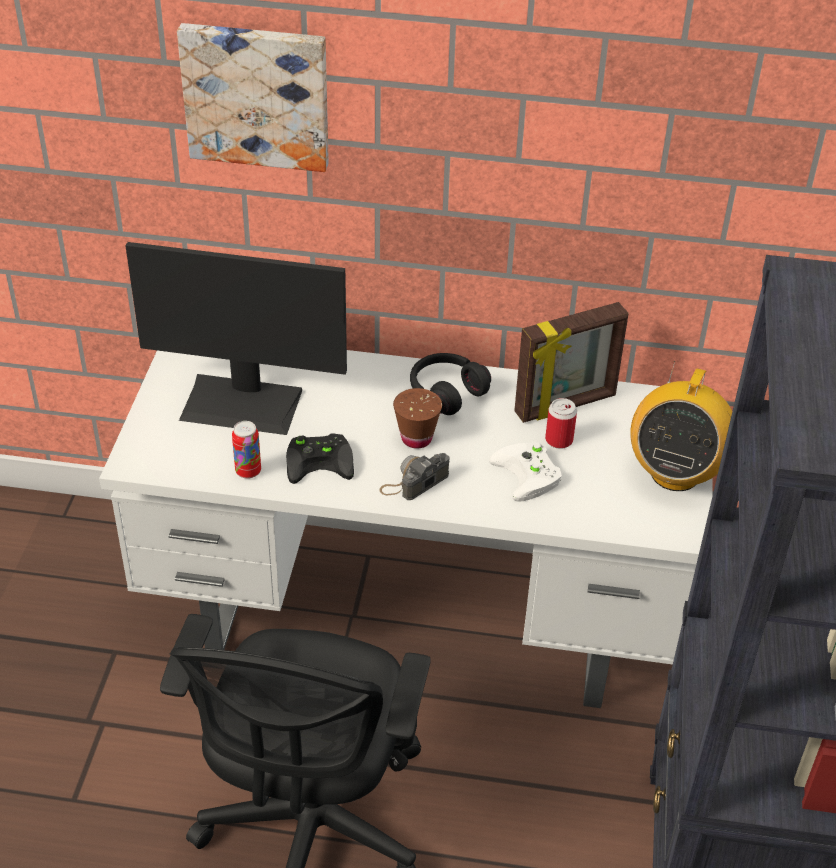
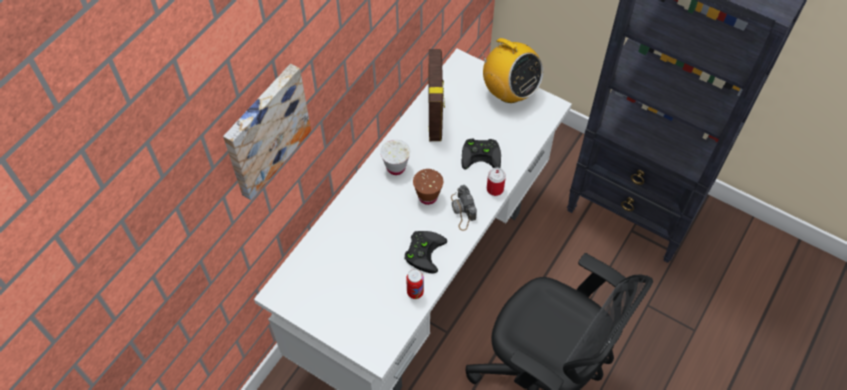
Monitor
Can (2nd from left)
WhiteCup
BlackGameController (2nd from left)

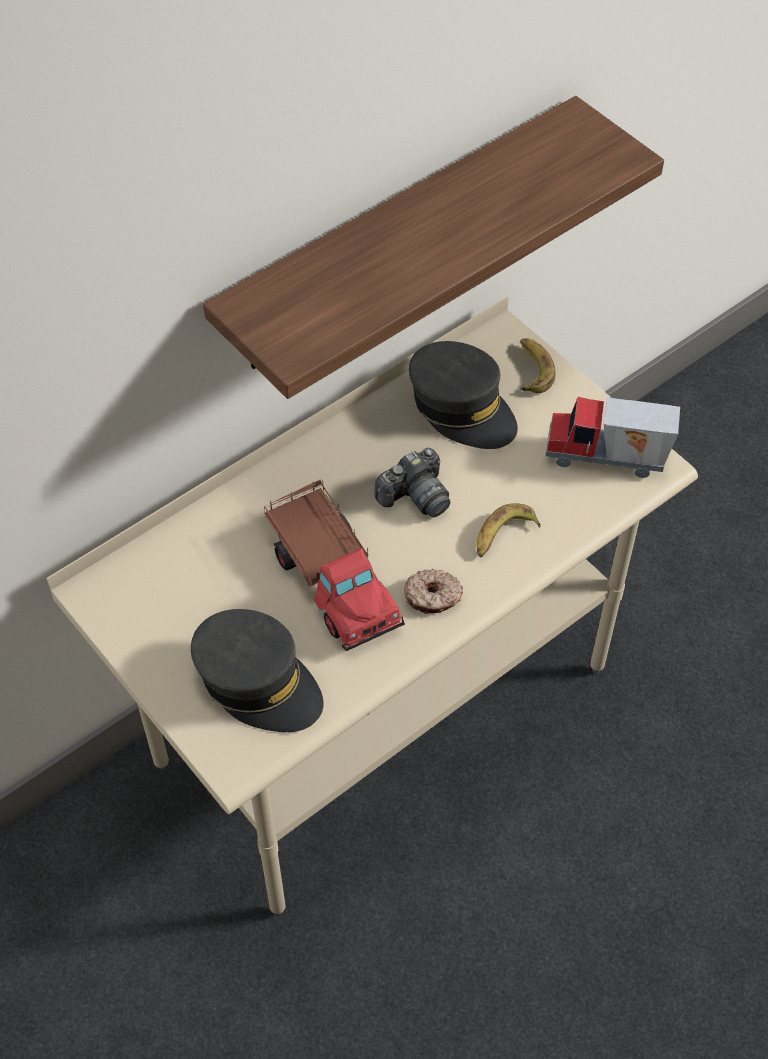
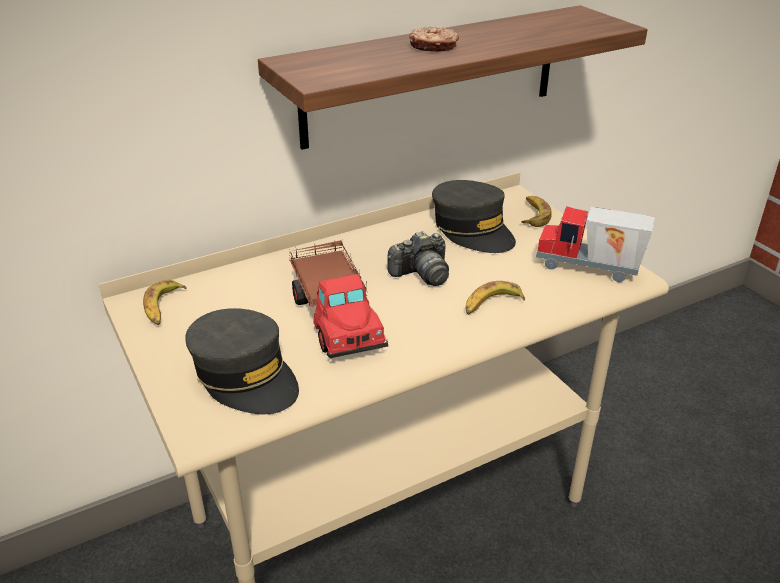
Banana (1st from left)
Donut

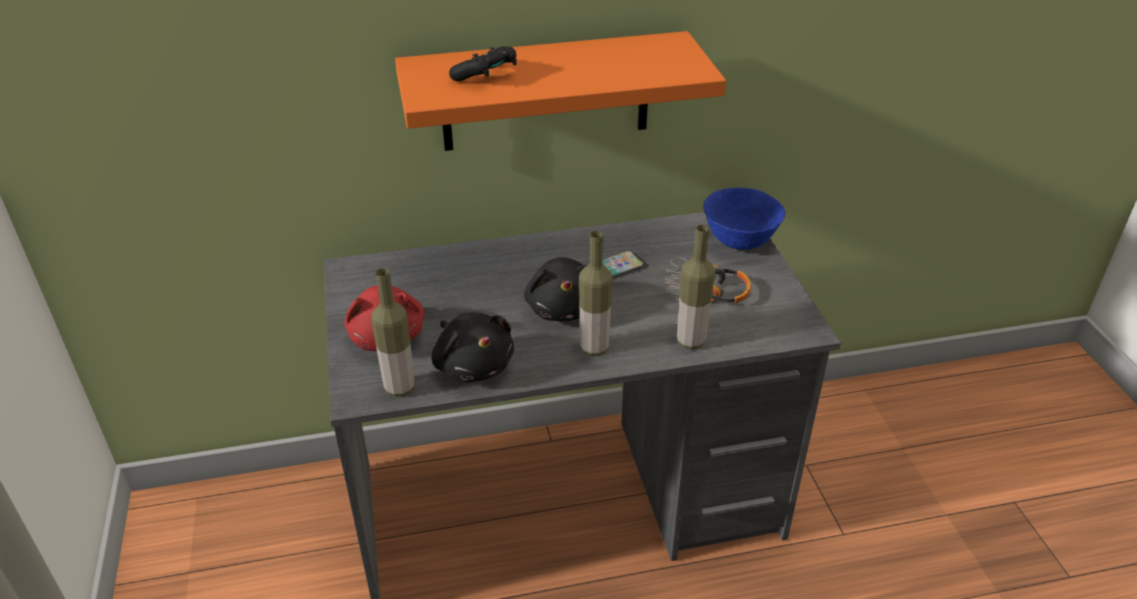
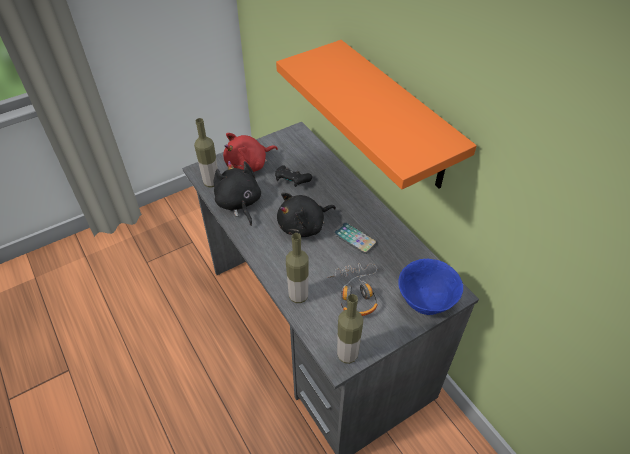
BlackGameController
Bottle (3rd from left)
BlackPlushToy (1st from left)

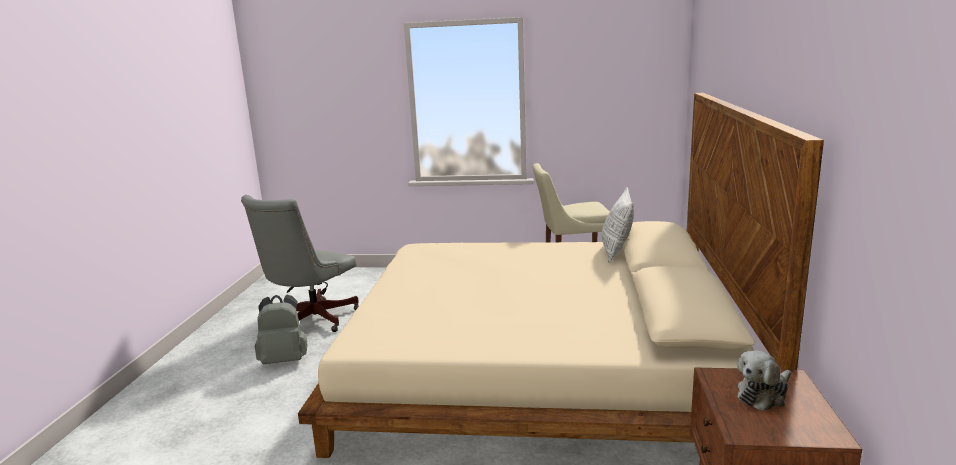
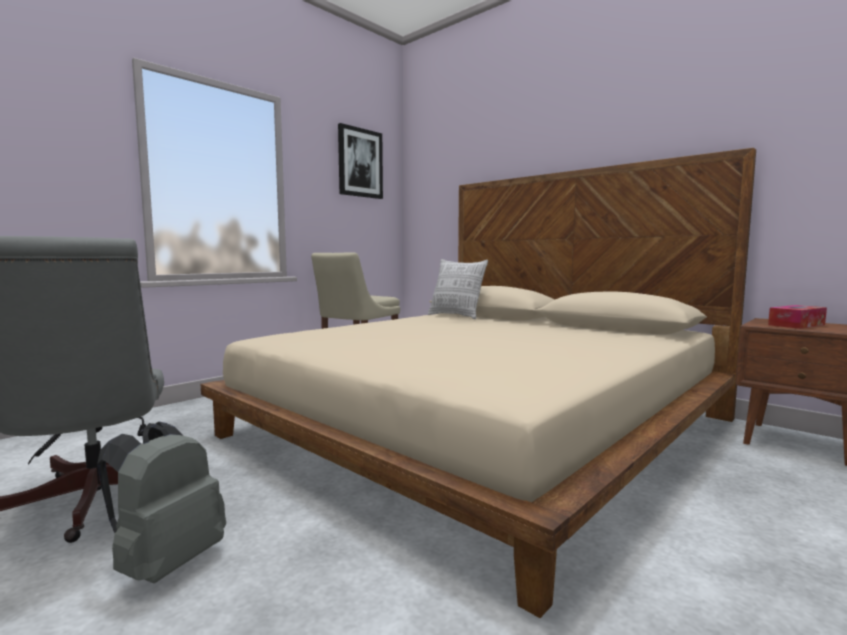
Picture
TissueBox

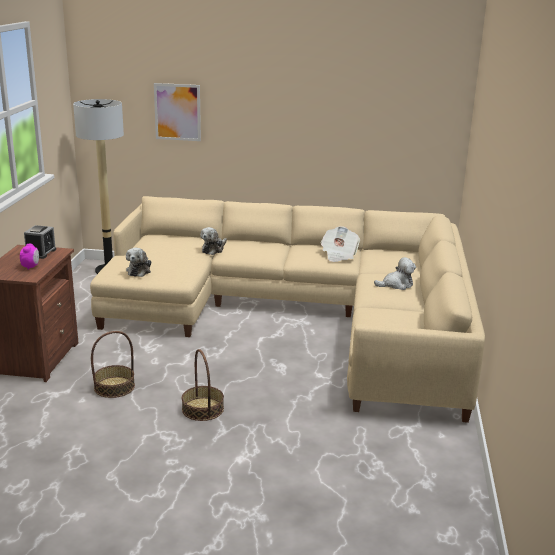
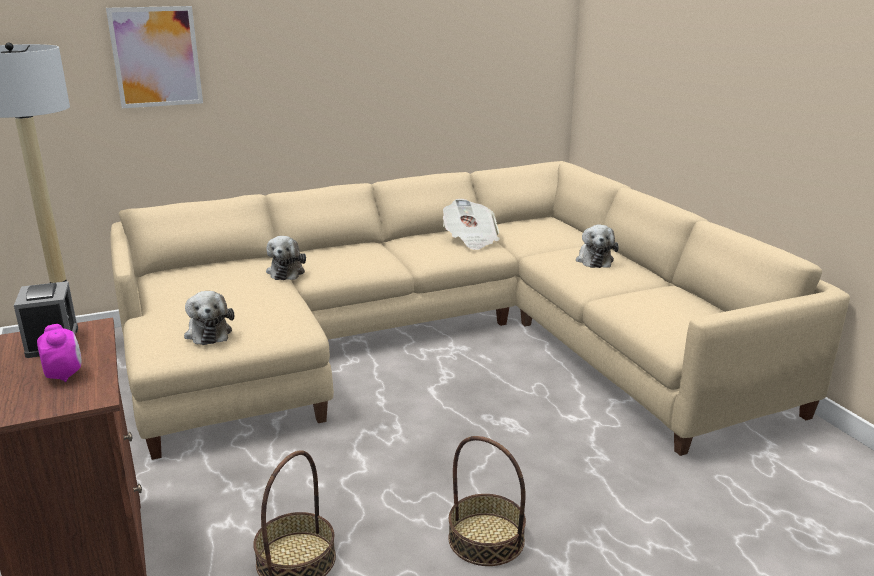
PlushToy (3rd from left)

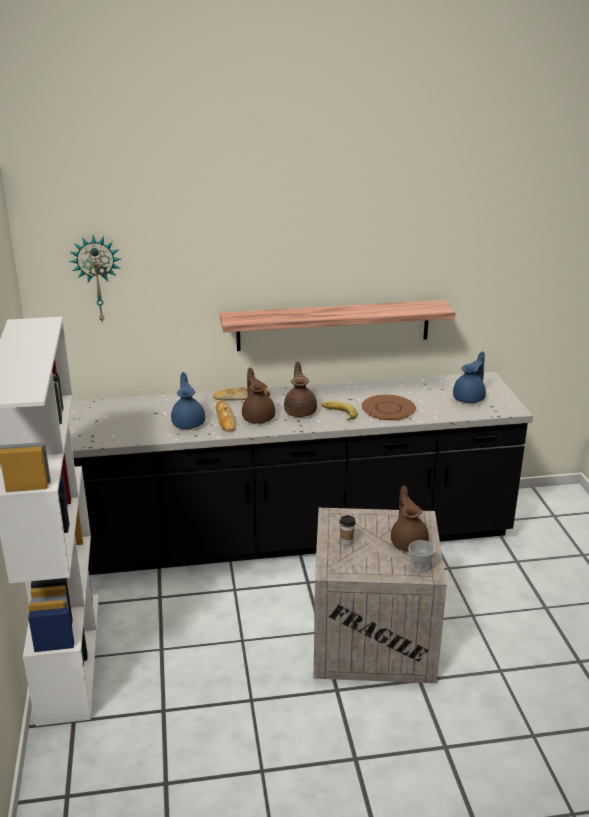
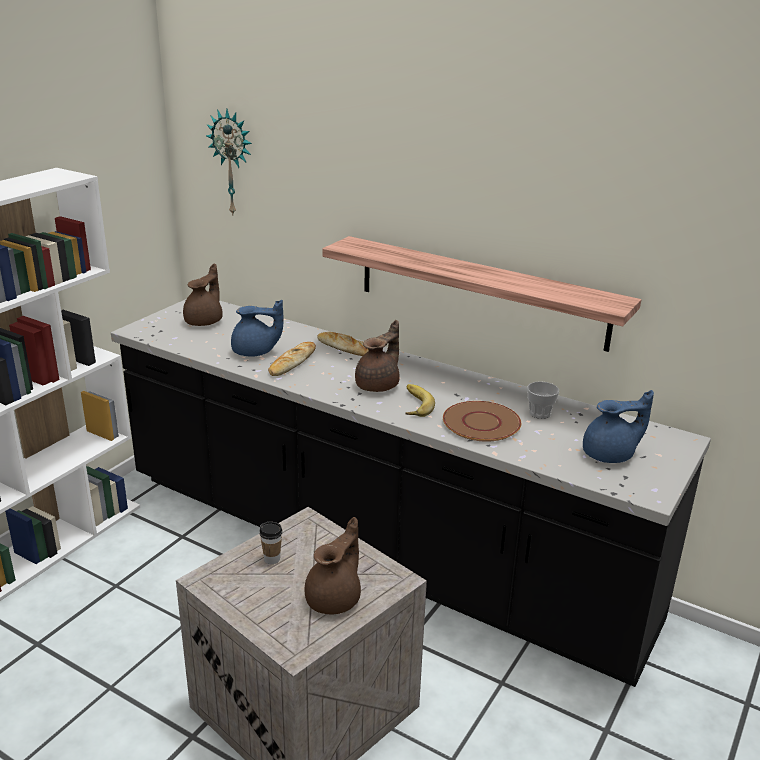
BrownTeapot (1st from left)
Cup (2nd from left)
BlueTeapot (1st from left)

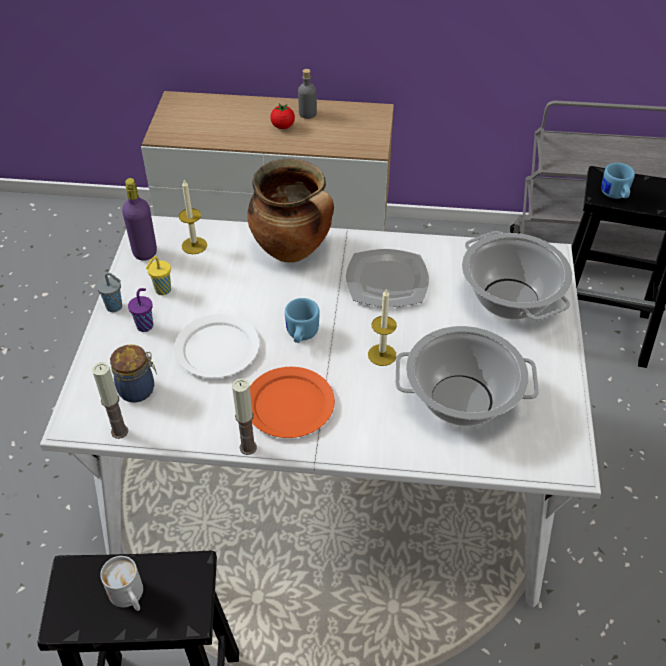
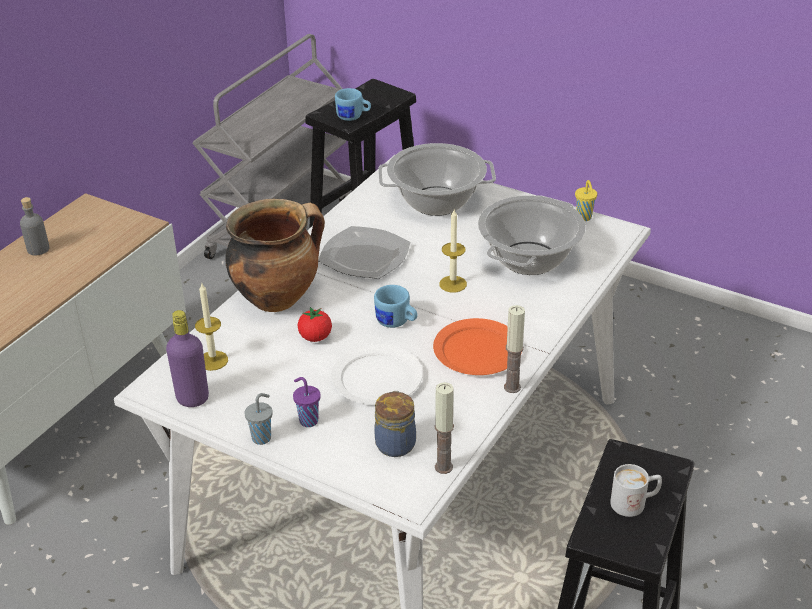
YellowCup
Tomato

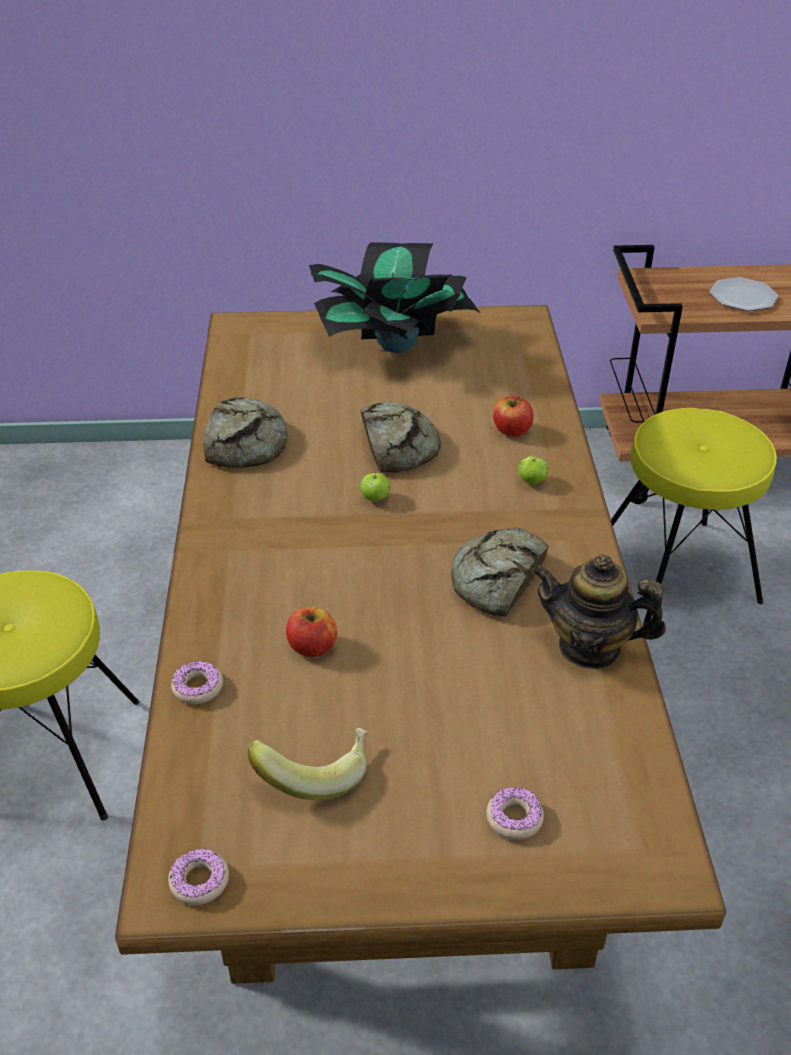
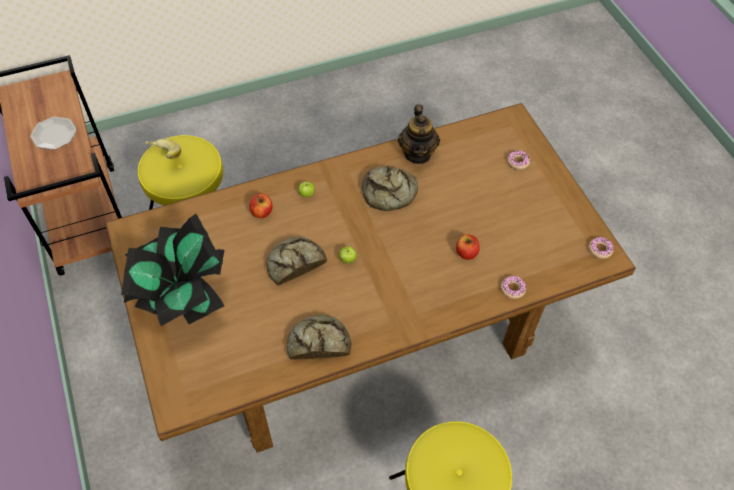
Banana

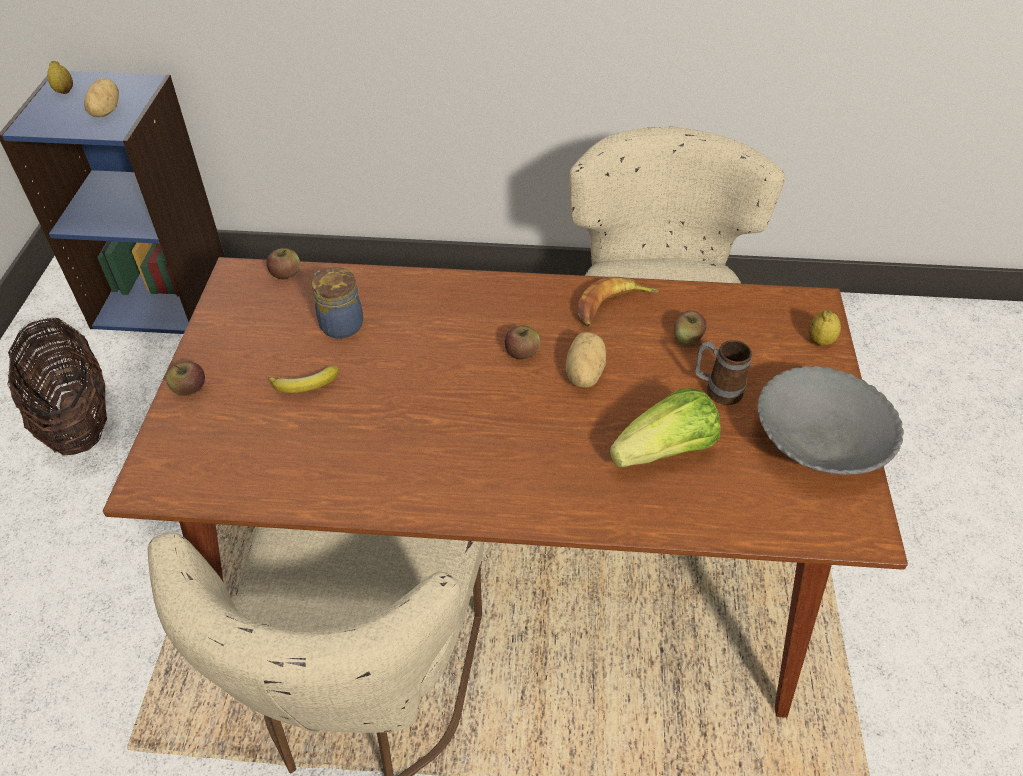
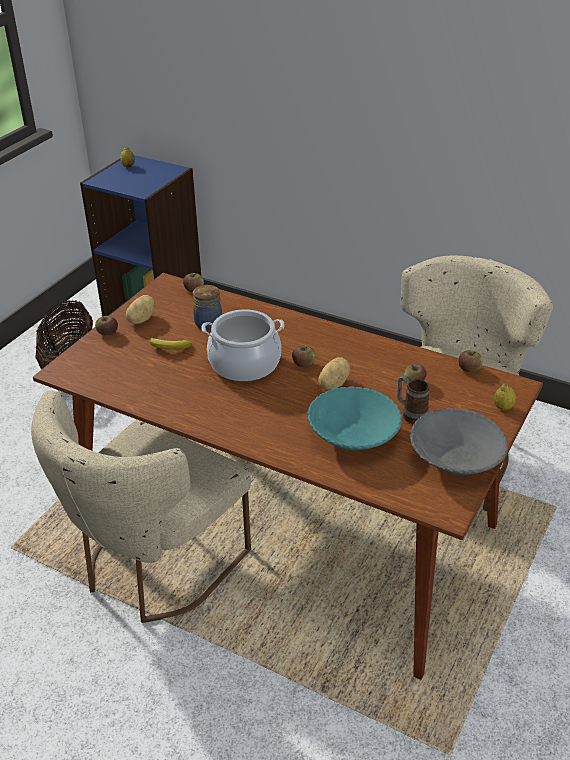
Banana (2nd from left in the first image)
CookingPot
Apple (5th from left)
Potato (1st from left)
TurquoiseBowl

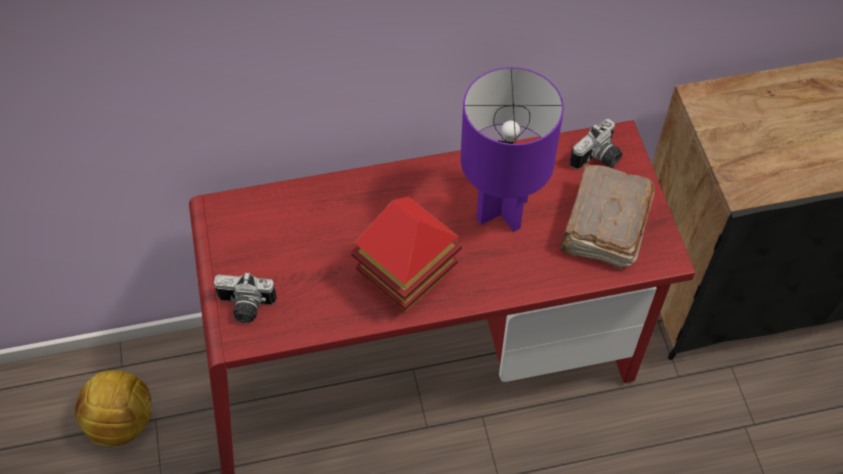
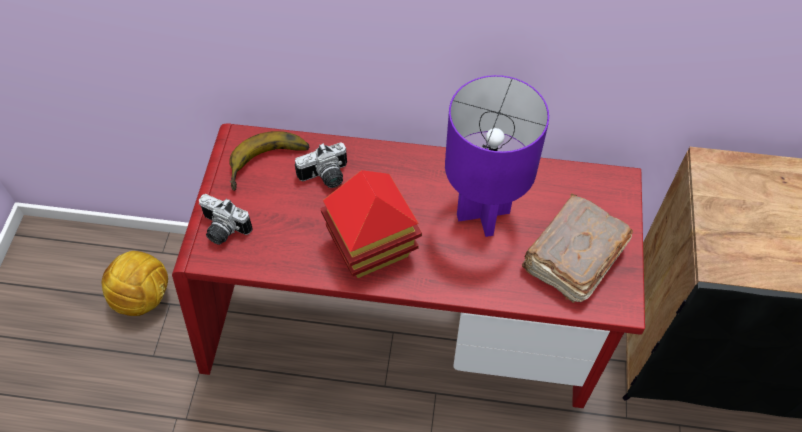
Banana
PhotoCamera (2nd from left)

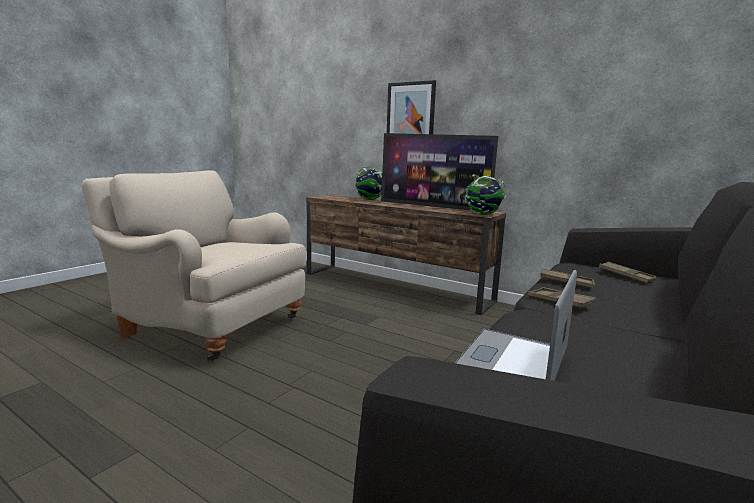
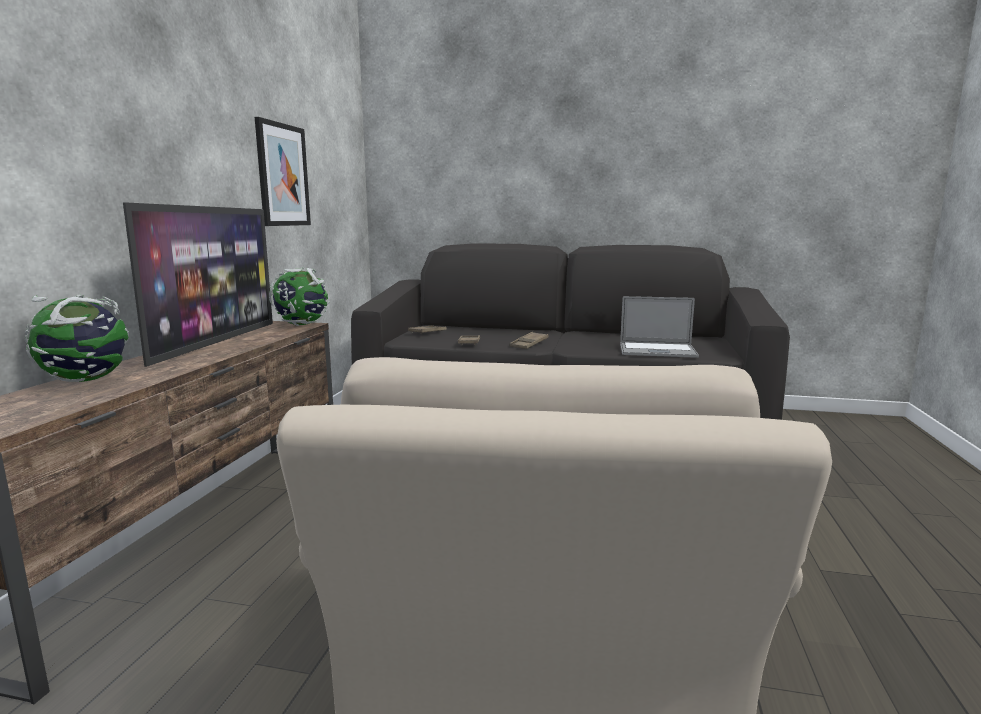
Picture

